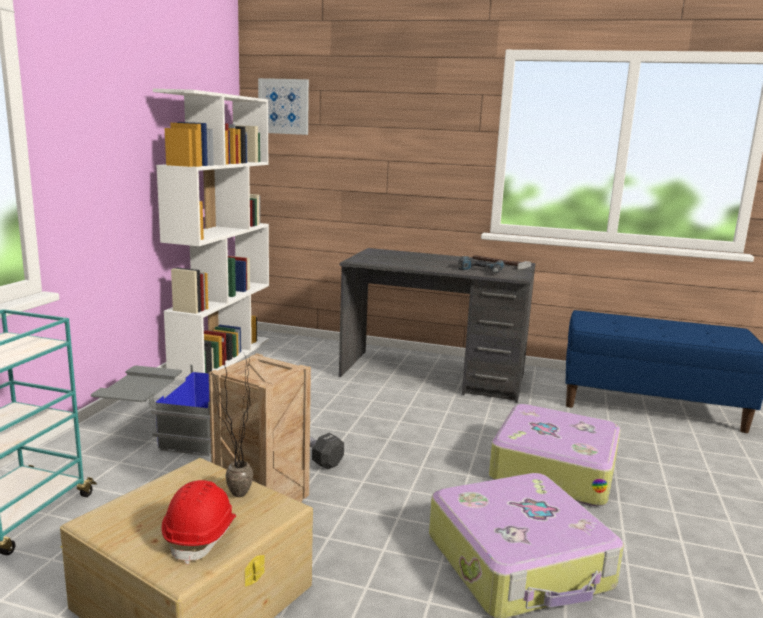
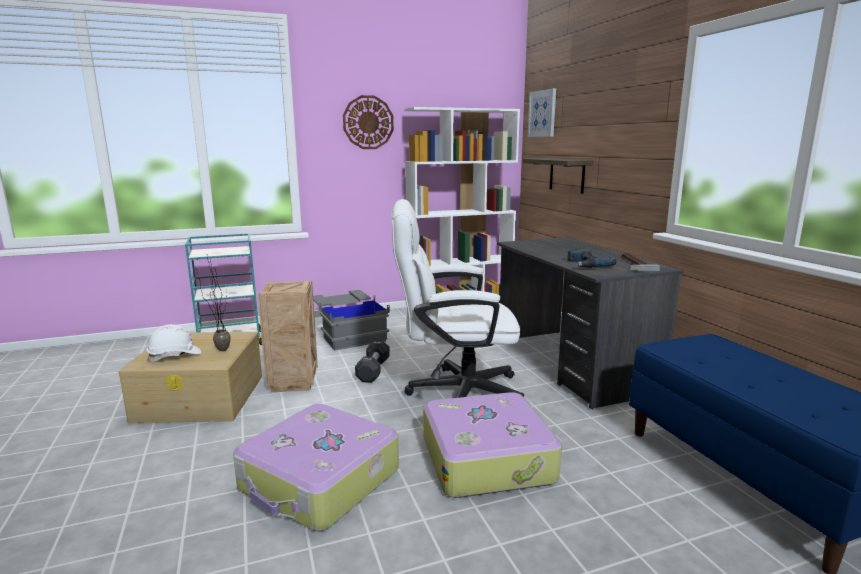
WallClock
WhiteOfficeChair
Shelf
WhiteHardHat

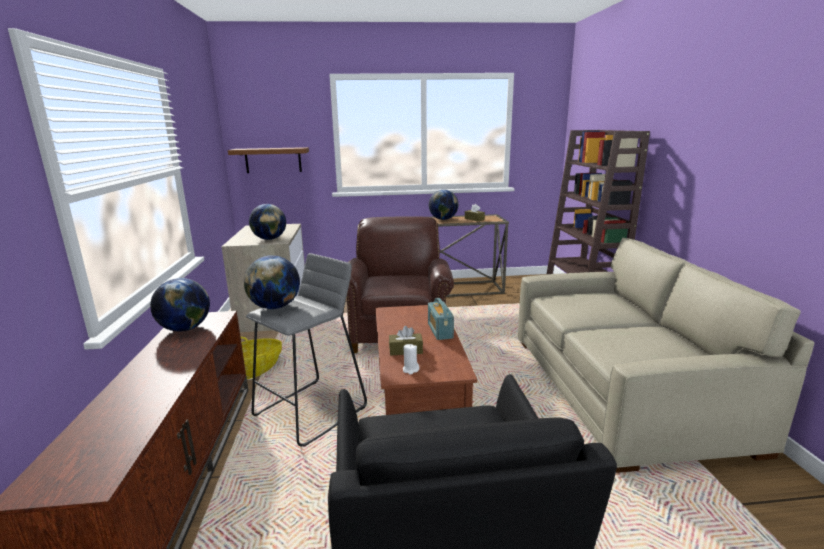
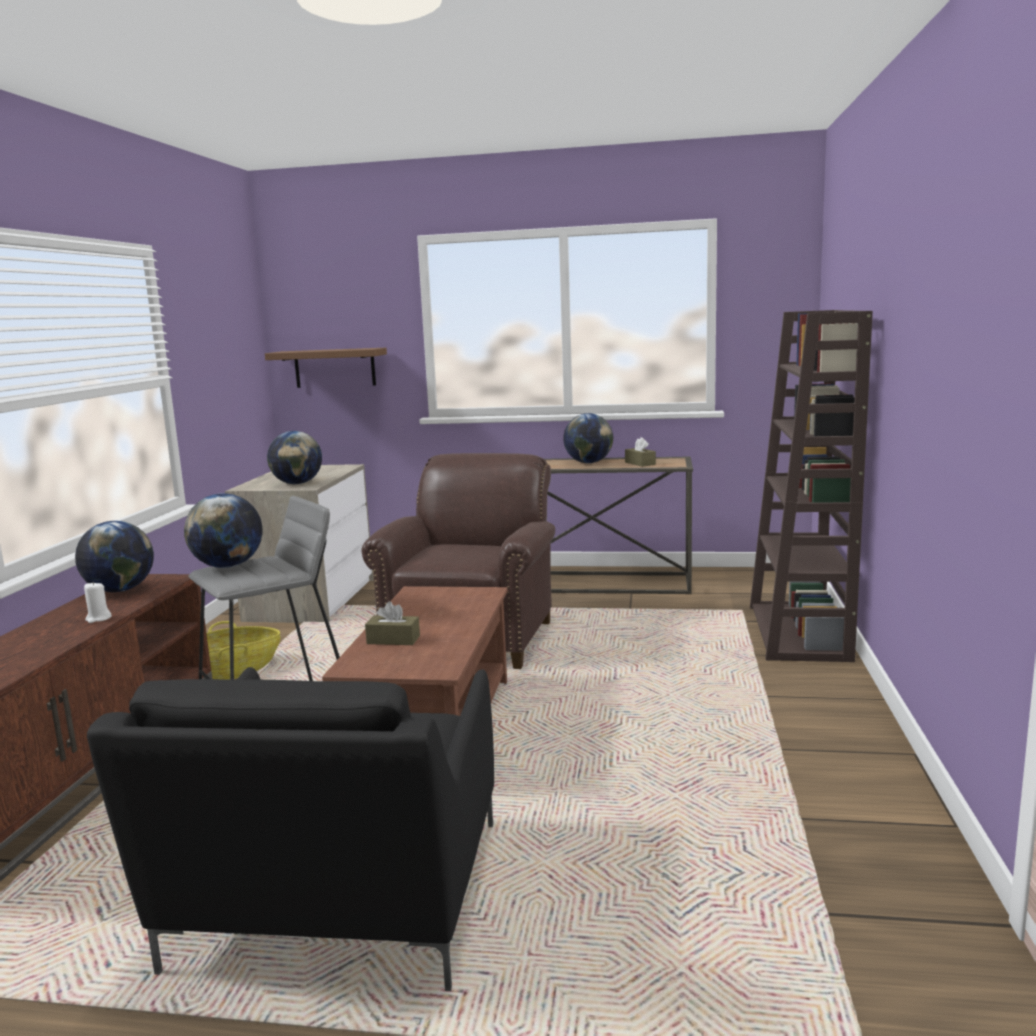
Radio
BeigeSofa
WhiteCandle

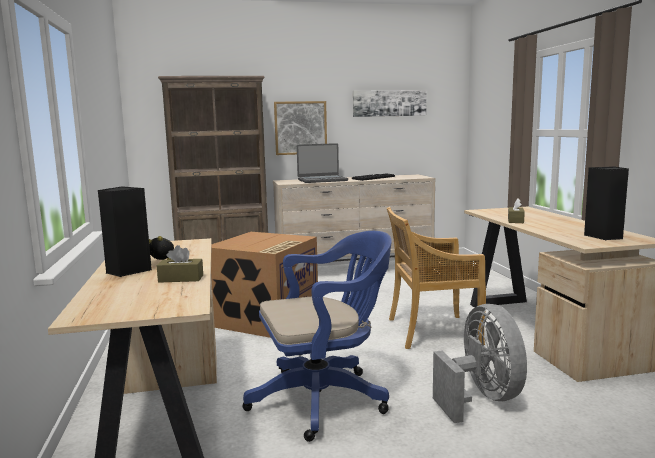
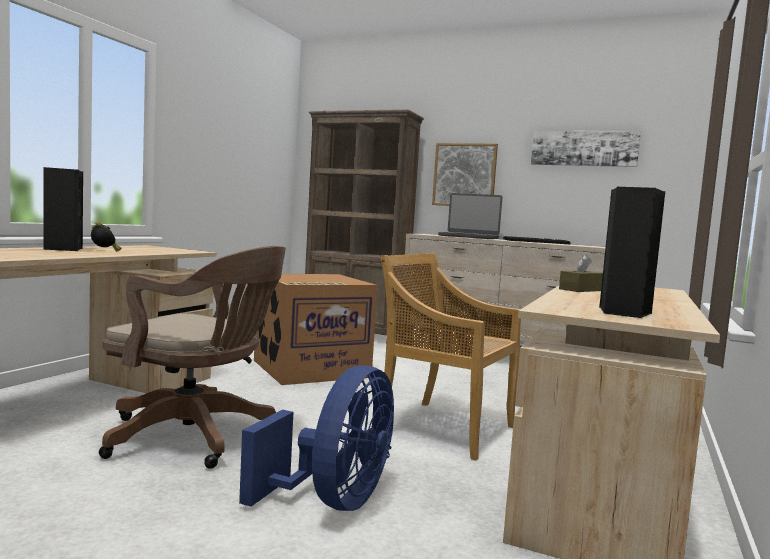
BrownTissueBox (1st from left in the first image)
BrownOfficeChair
BlueFan

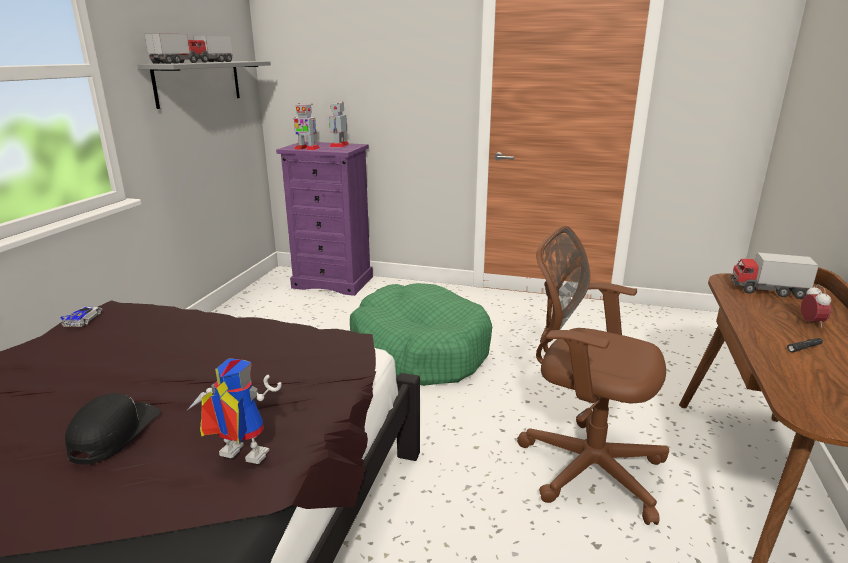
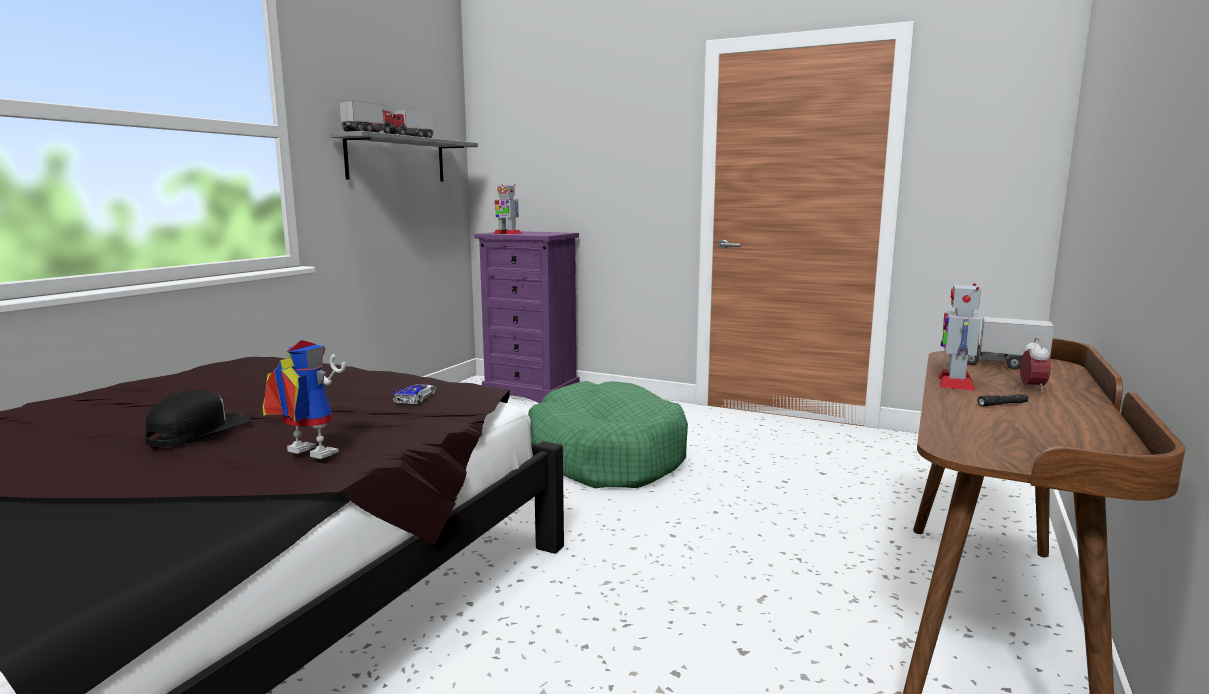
BrownOfficeChair
ToyCar
ToyRobot (3rd from left)

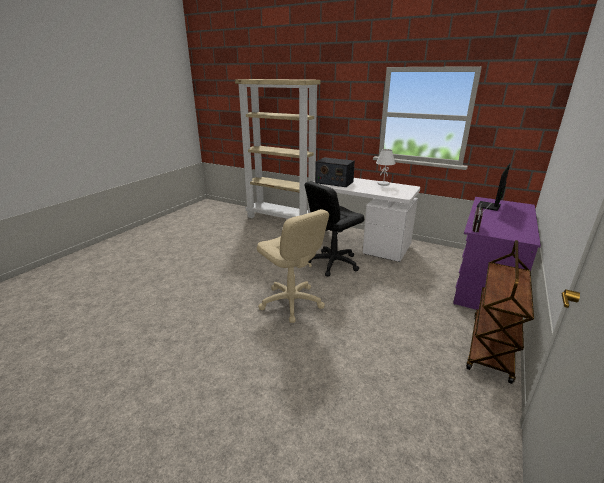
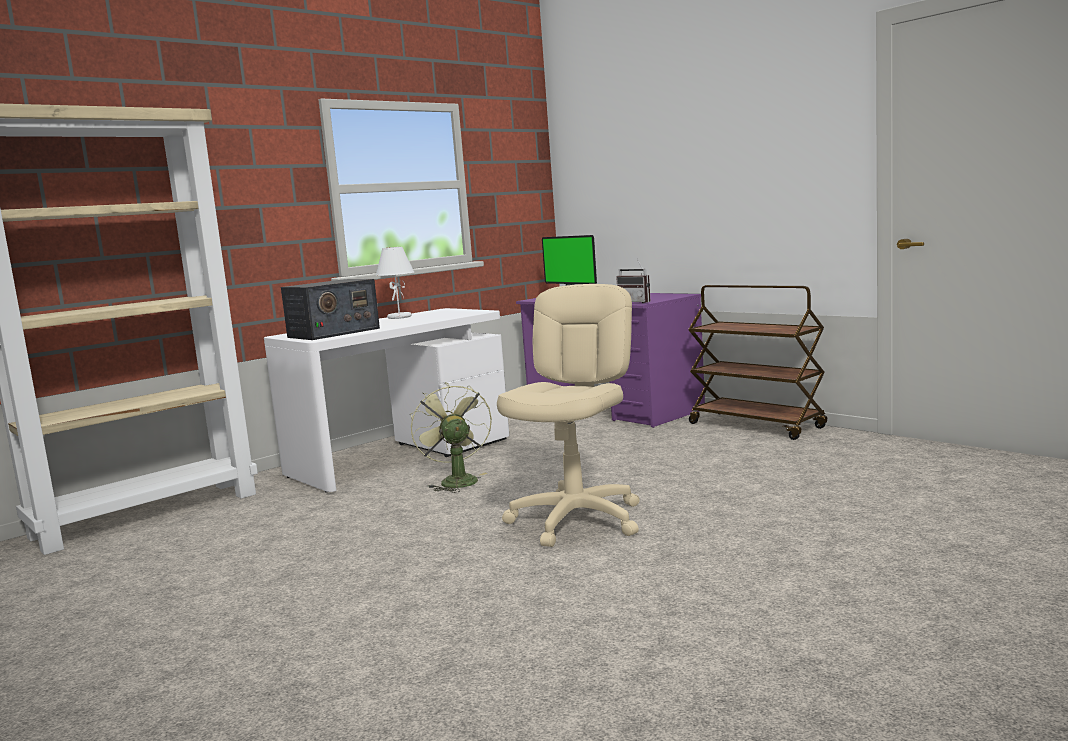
GreenFan
BeigeOfficeChair

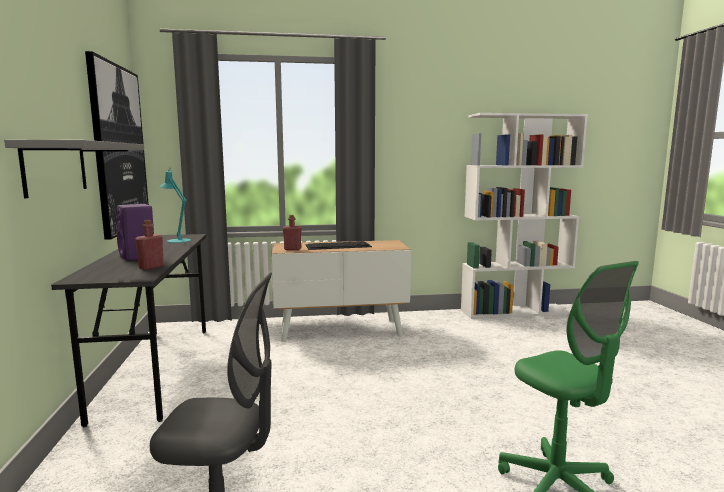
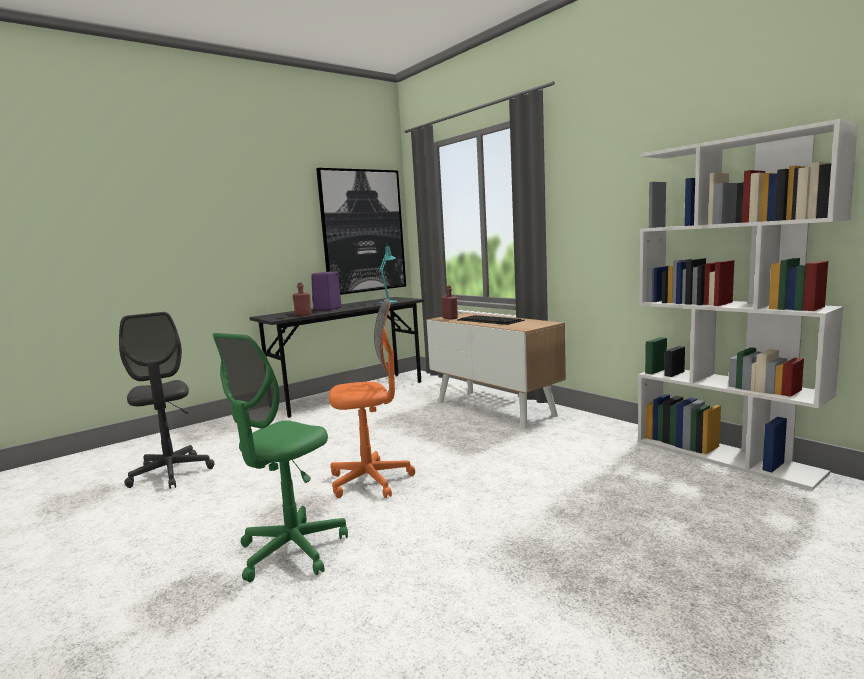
GreyShelf
OrangeOfficeChair

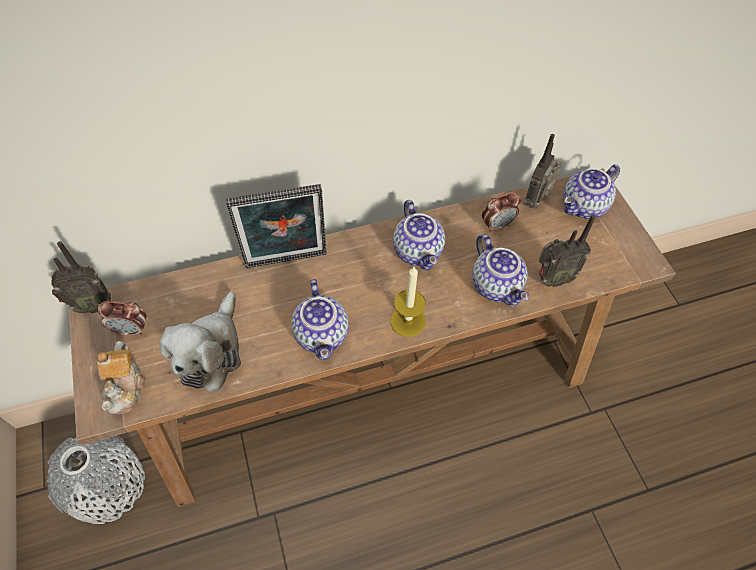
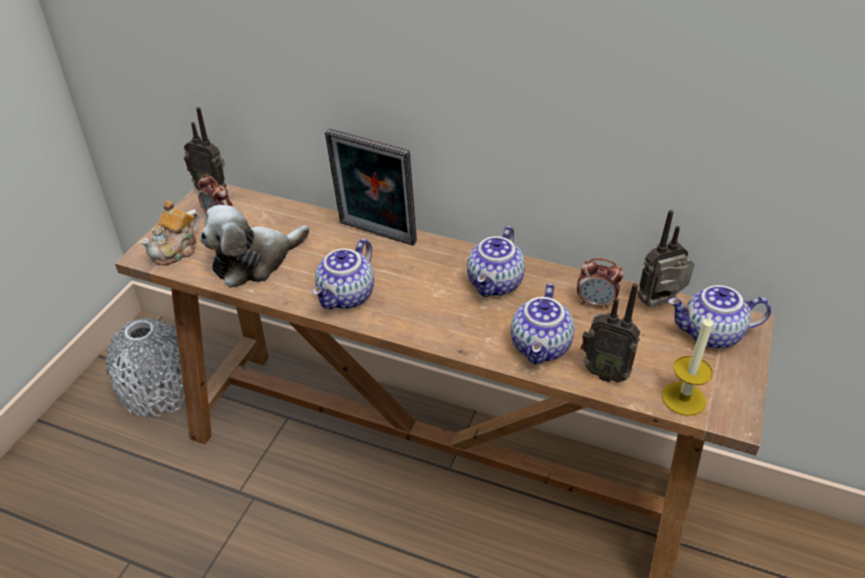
Candle

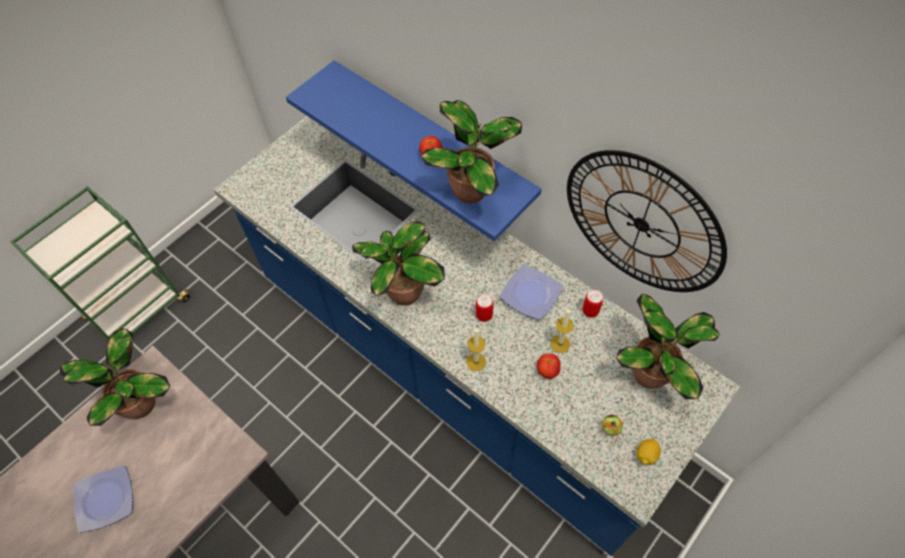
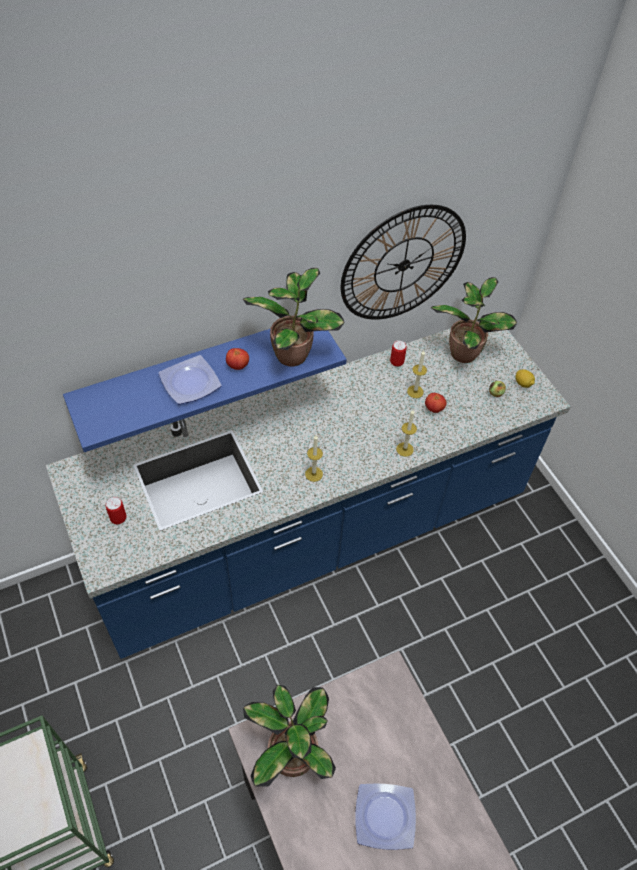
Can (1st from left)
Plate (1st from left)
Candle (1st from left)

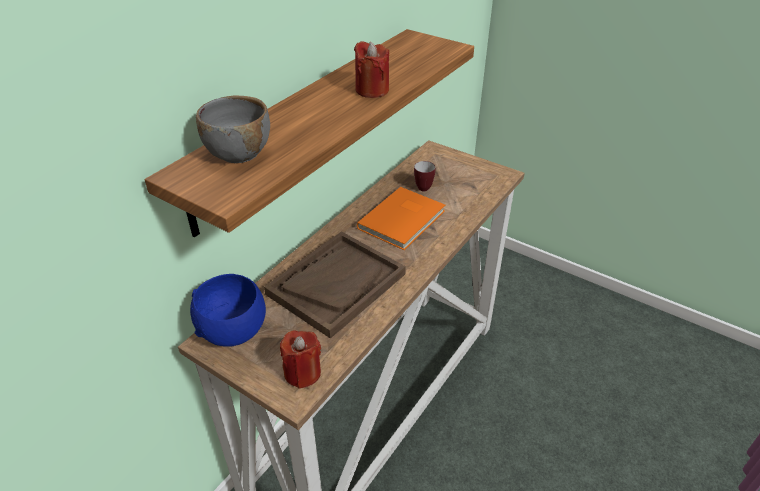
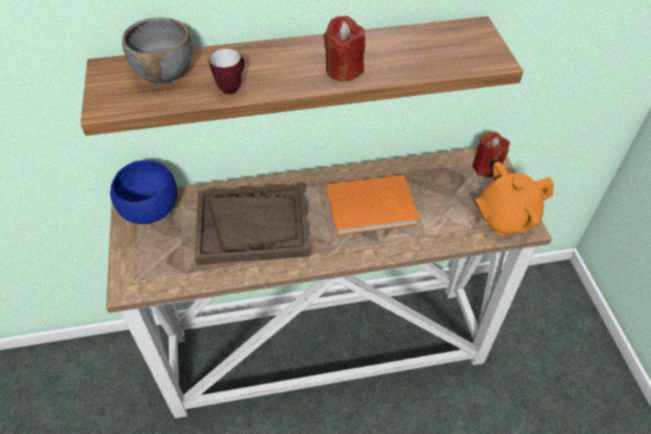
OrangeTeapot
RedCandle (2nd from left)
Mug

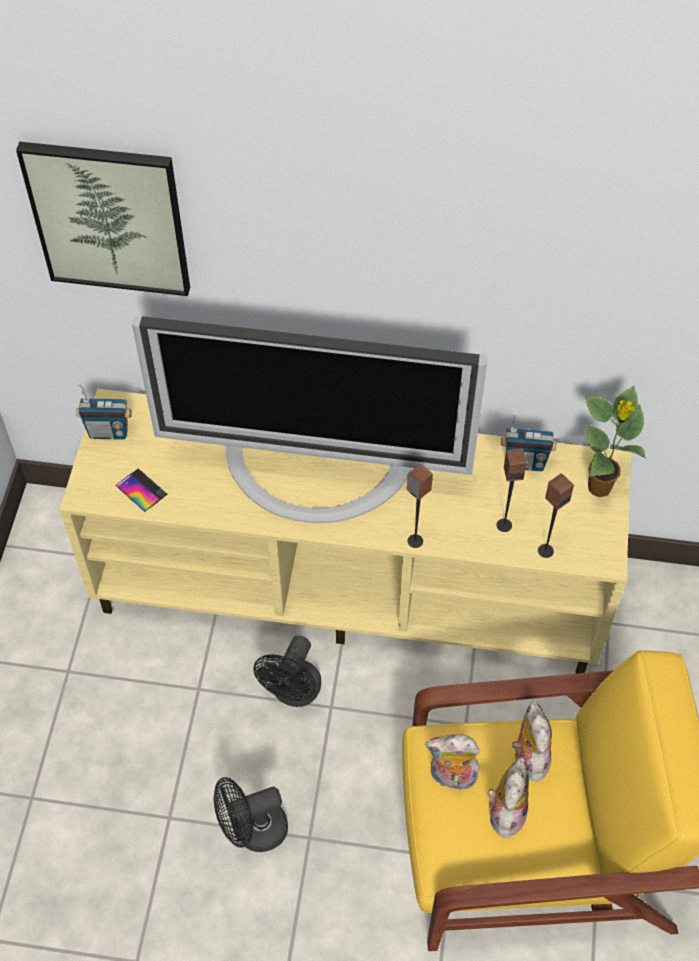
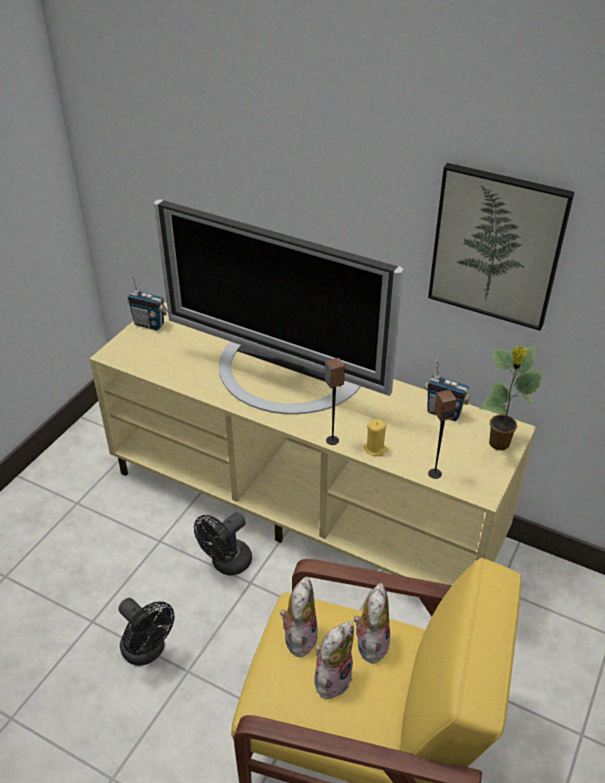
Phone
Speaker (2nd from left in the first image)
YellowCandle
Picture
BlackFan (1st from left)
PlushToy (1st from left)

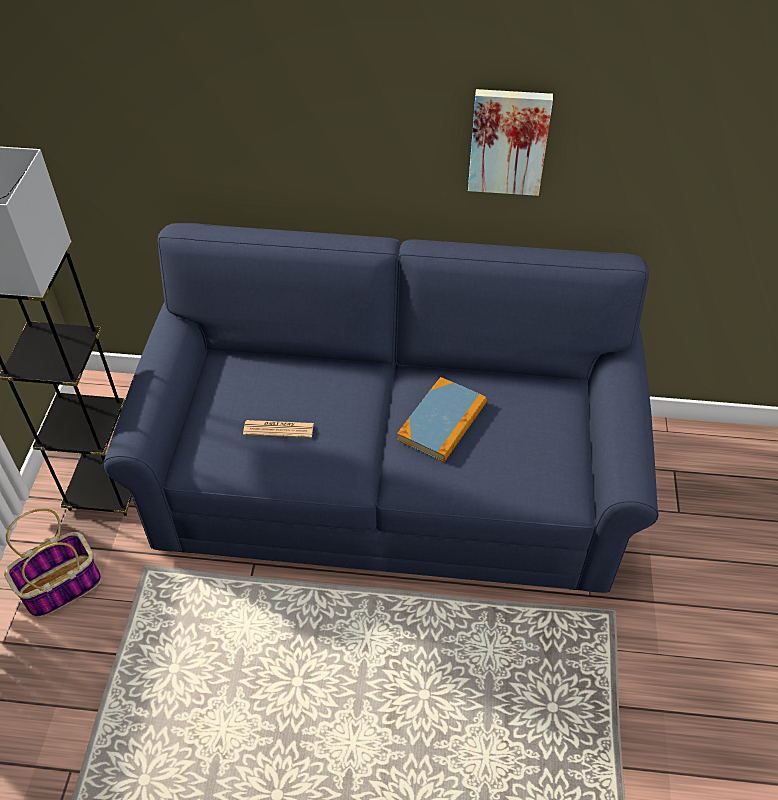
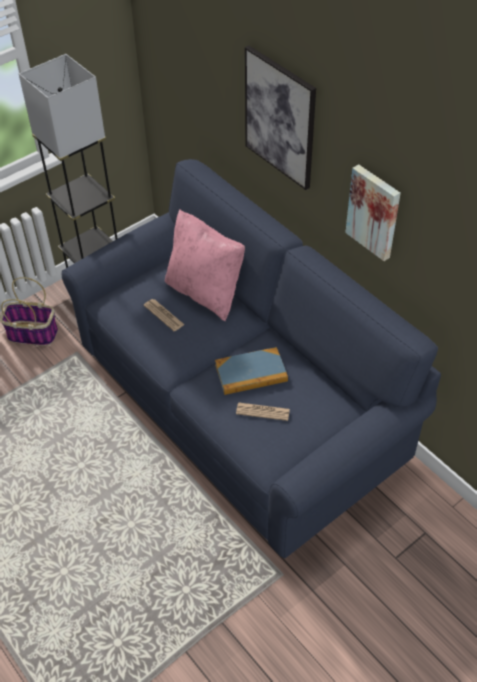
PinkPillow
Newspaper (2nd from left)
Picture (1st from left)

